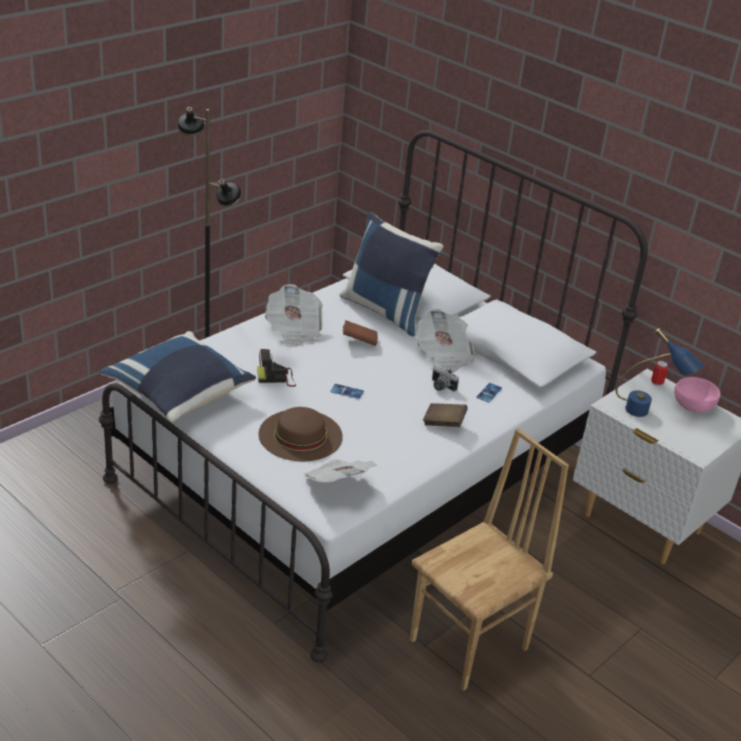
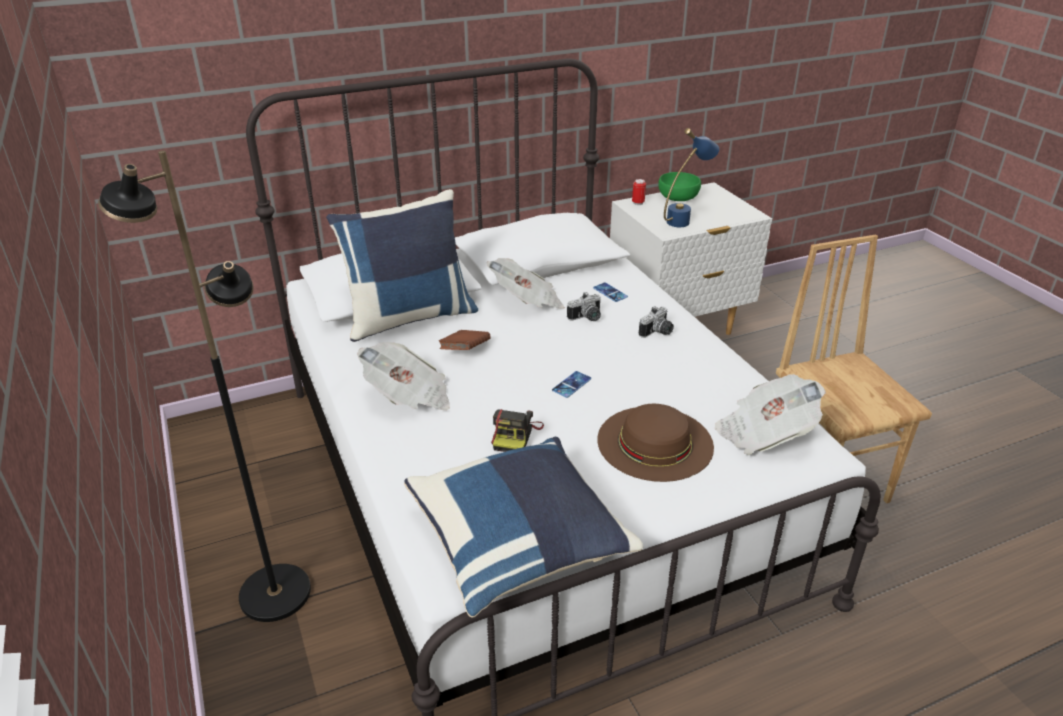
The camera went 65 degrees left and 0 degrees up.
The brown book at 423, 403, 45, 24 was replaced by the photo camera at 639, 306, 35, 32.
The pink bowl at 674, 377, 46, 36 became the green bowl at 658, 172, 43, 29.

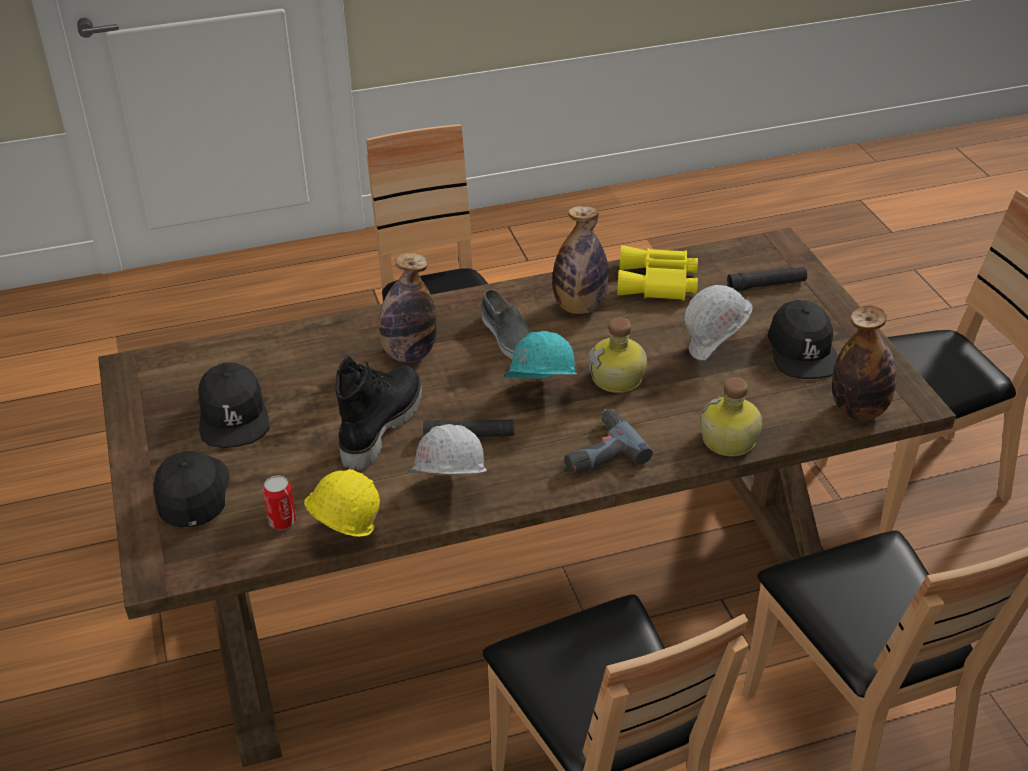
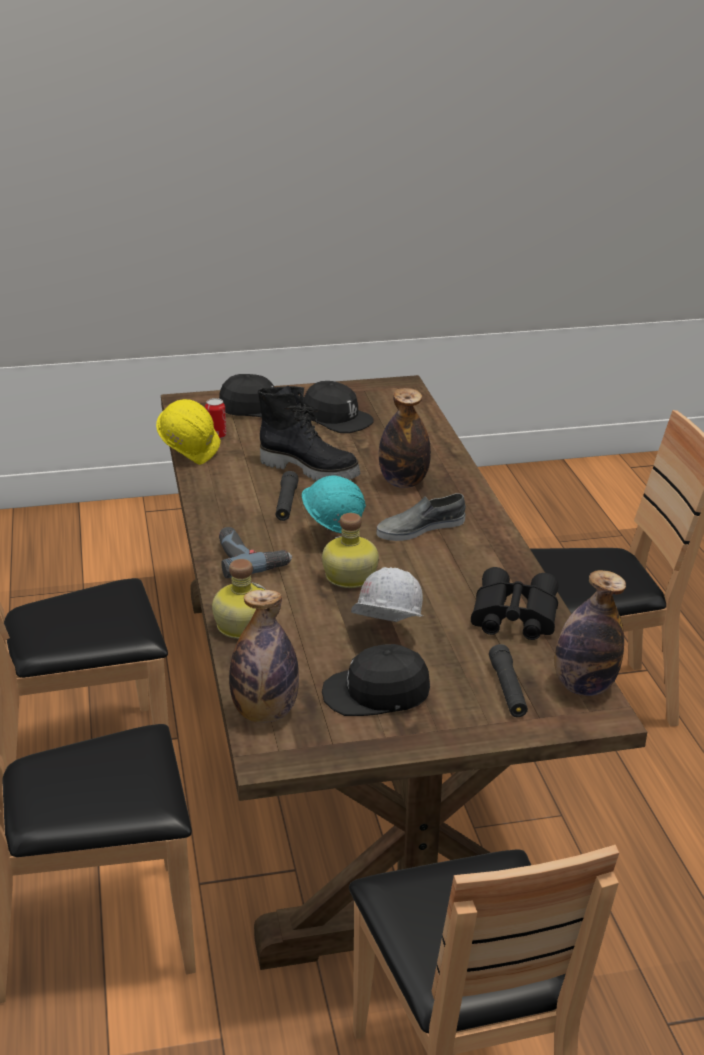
The camera went 95 degrees right and 10 degrees down.
The white hard hat at 407, 424, 80, 50 disappeared.
The bottle moved from 552, 206, 57, 108 to 554, 570, 72, 126.
The yellow binoculars at 617, 245, 81, 56 became the black binoculars at 471, 567, 88, 73.
The black cap at 198, 362, 72, 86 turned 135 degrees counterclockwise.

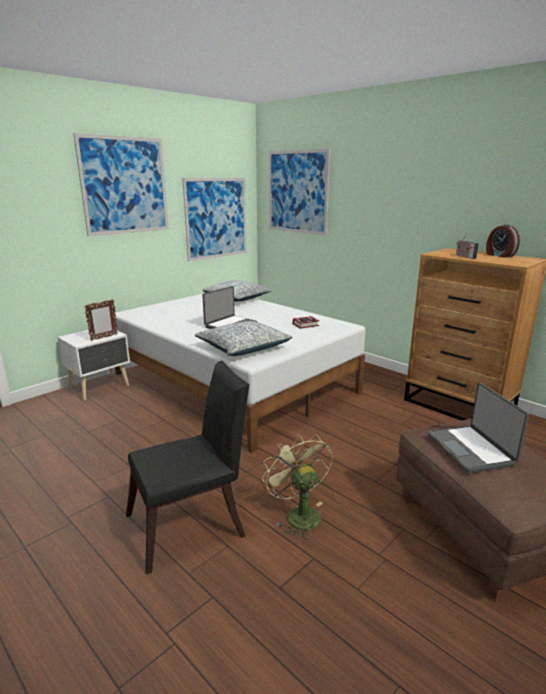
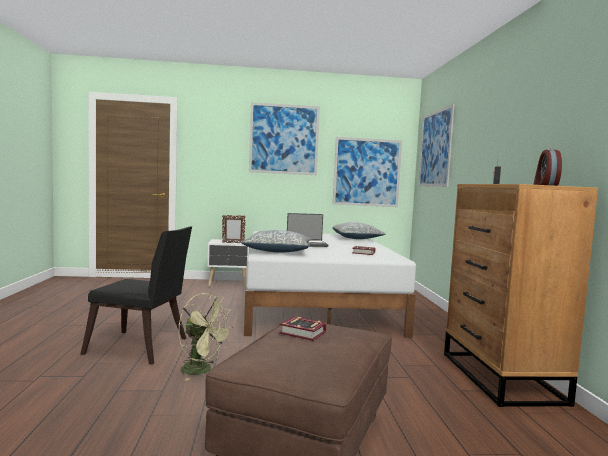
The camera went 40 degrees right and 15 degrees down.
The laptop at 428, 382, 101, 91 was replaced by the book at 279, 316, 48, 25.
The green fan at 262, 434, 71, 105 turned 105 degrees clockwise.

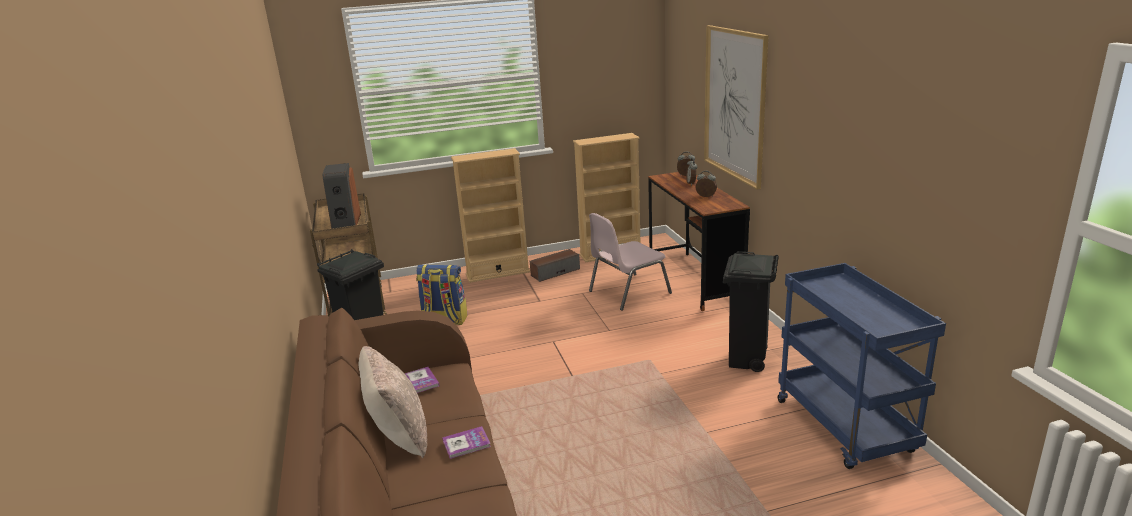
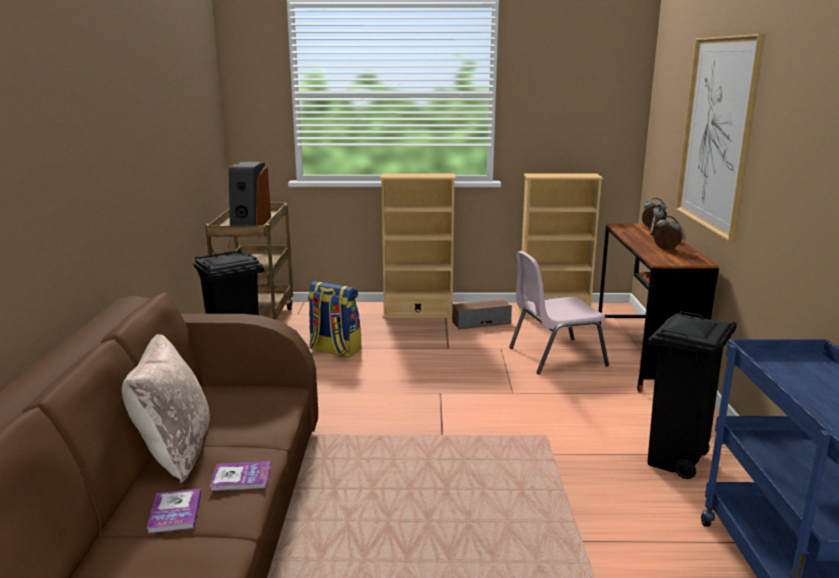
The camera went 15 degrees right and 5 degrees down.
The book moved from 405, 367, 34, 26 to 147, 489, 54, 45.

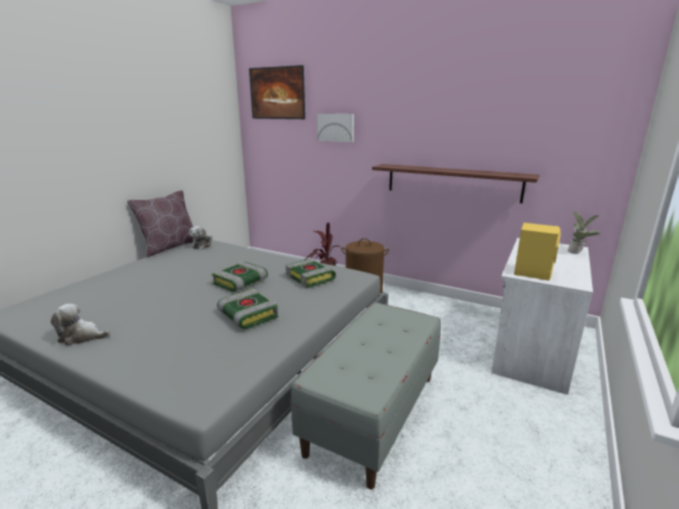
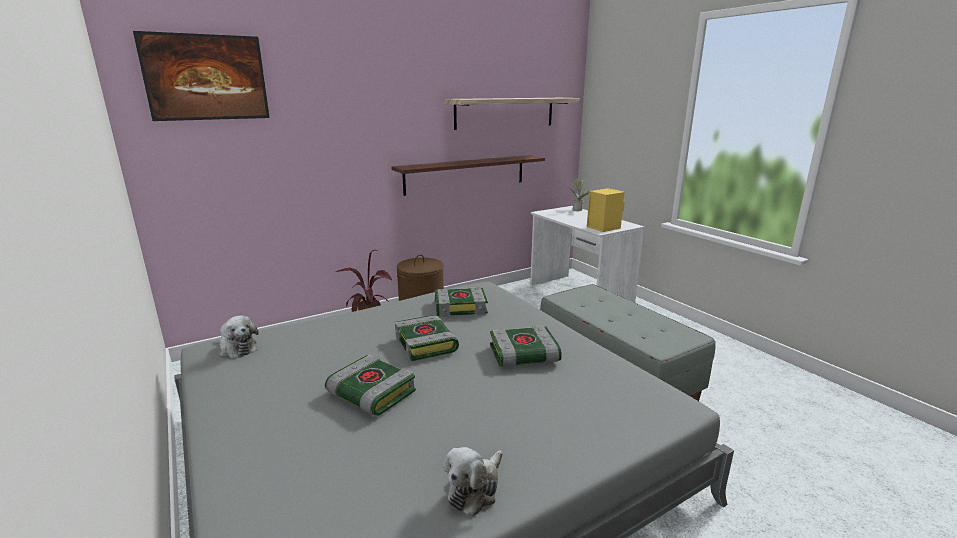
The camera went 60 degrees left and 0 degrees up.
The brown pillow at 127, 190, 67, 67 disappeared.
The picture at 317, 114, 37, 28 disappeared.
The book at 325, 354, 91, 62 appeared.
The shelf at 444, 98, 136, 32 appeared.

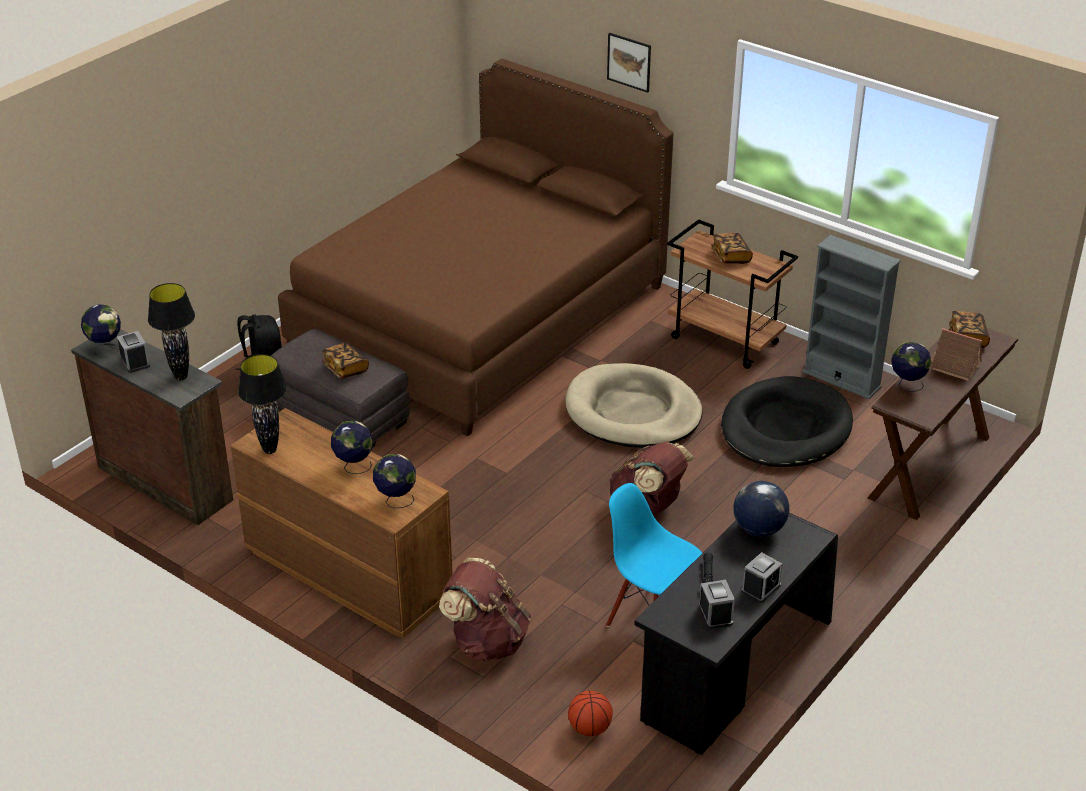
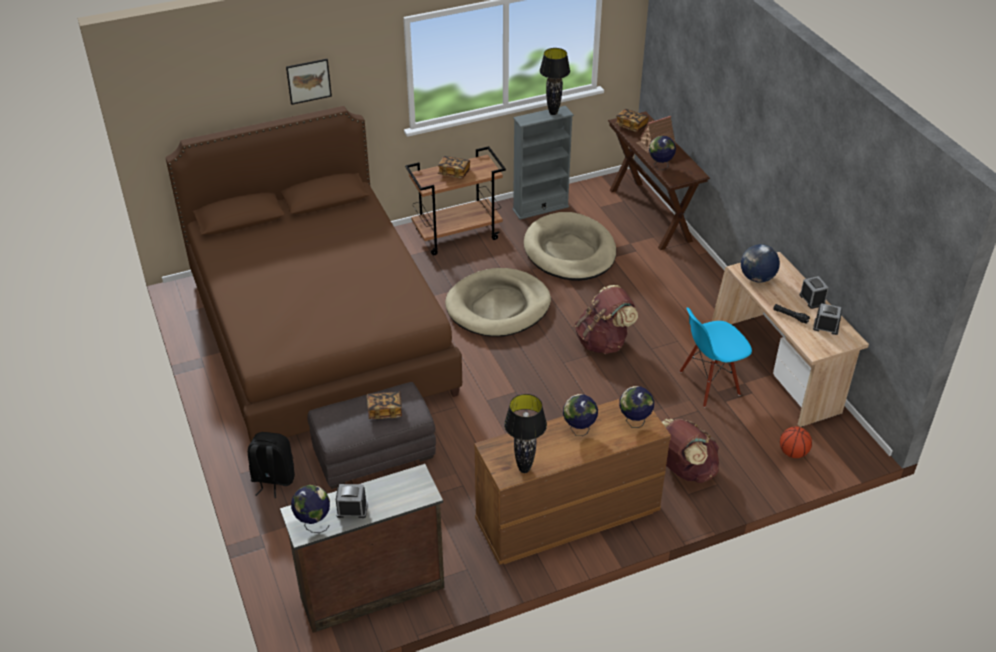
The camera went 60 degrees left and 5 degrees up.
The black table lamp moved from 148, 283, 47, 97 to 540, 48, 30, 67.
The black desk at 634, 513, 204, 242 became the beige desk at 711, 252, 158, 175.
The black dog bed at 721, 376, 132, 91 became the beige dog bed at 524, 212, 92, 69.

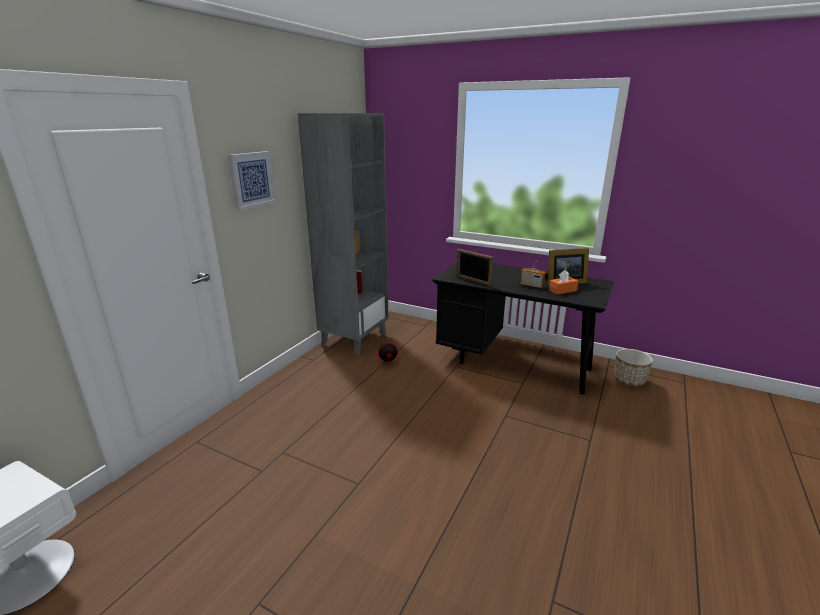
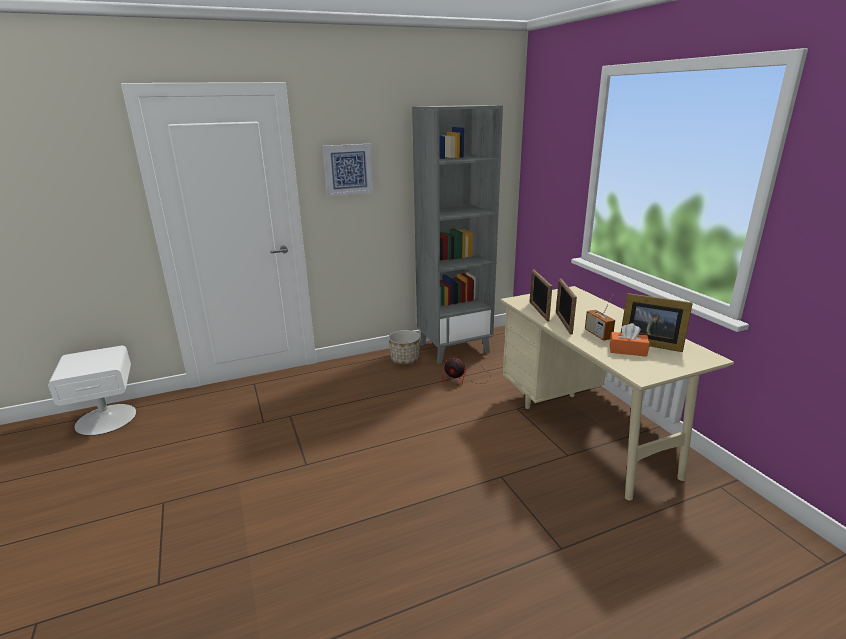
The camera went 40 degrees right and 0 degrees up.
The picture frame at 556, 279, 21, 55 appeared.
The planter moved from 614, 349, 39, 37 to 388, 330, 32, 34.
The black desk at 432, 262, 182, 132 became the beige desk at 500, 286, 234, 215.

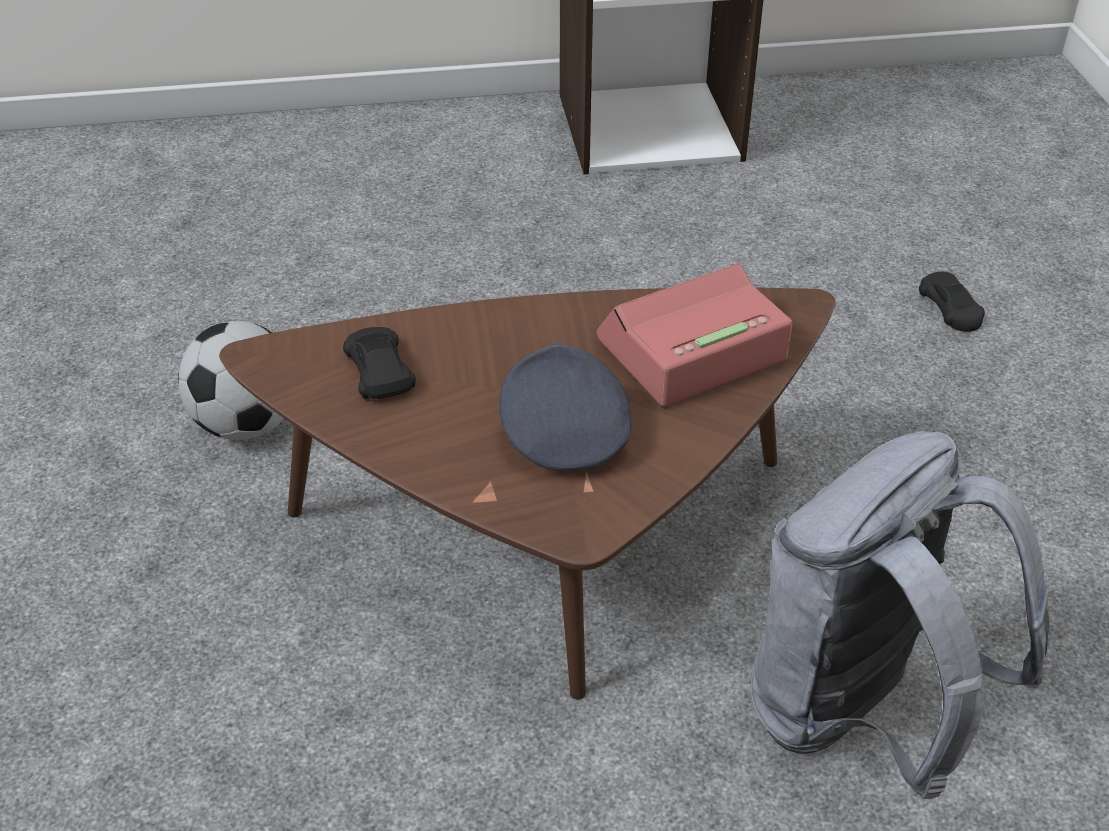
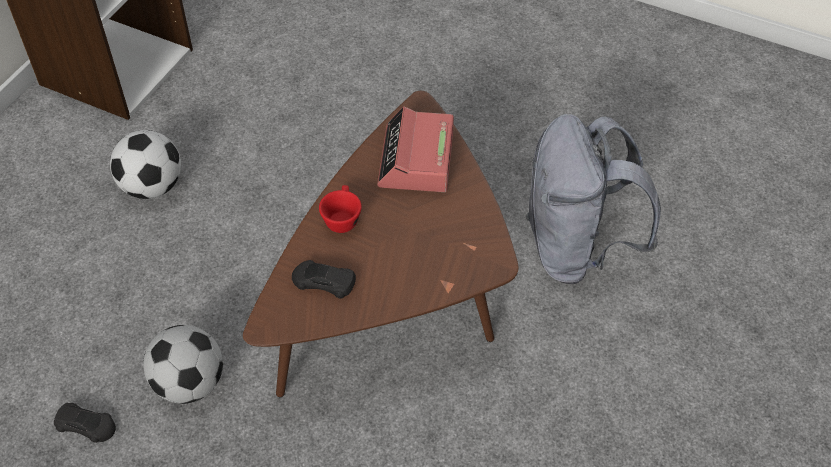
The camera went 55 degrees left and 10 degrees up.
The grey cap at 499, 344, 132, 127 disappeared.
The football at 110, 130, 71, 69 appeared.
The red cup at 319, 185, 43, 48 appeared.
The black toy car moved from 919, 272, 66, 60 to 54, 403, 62, 40.

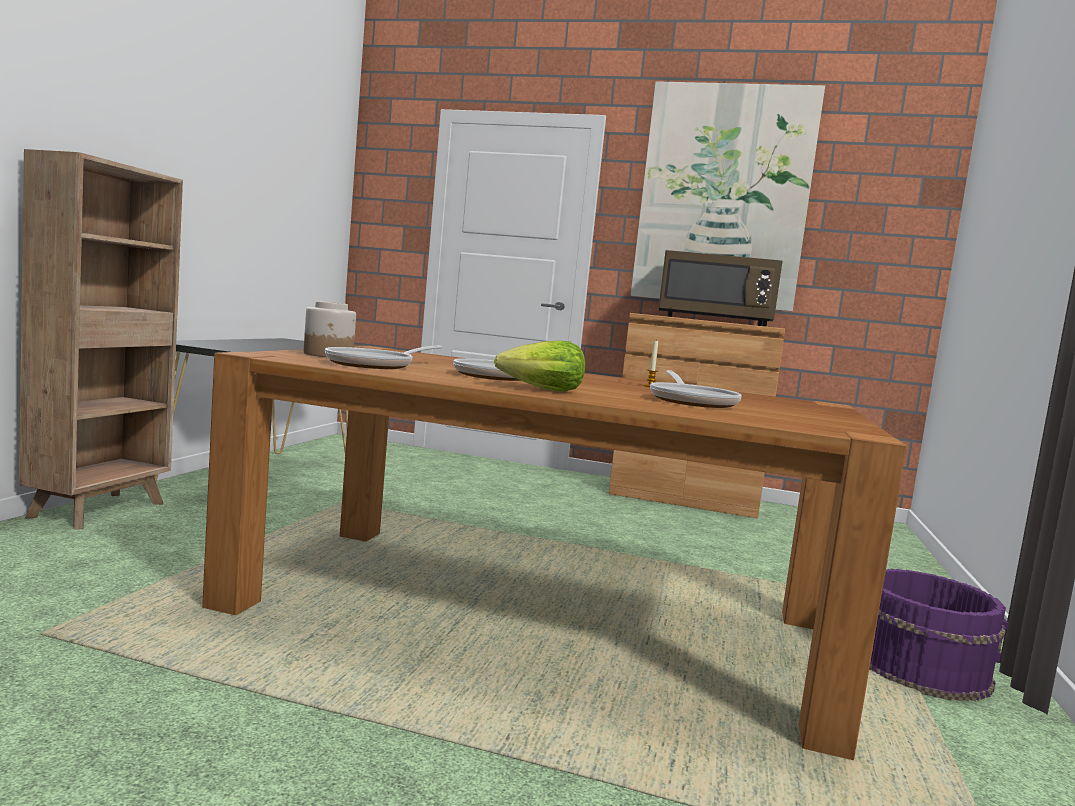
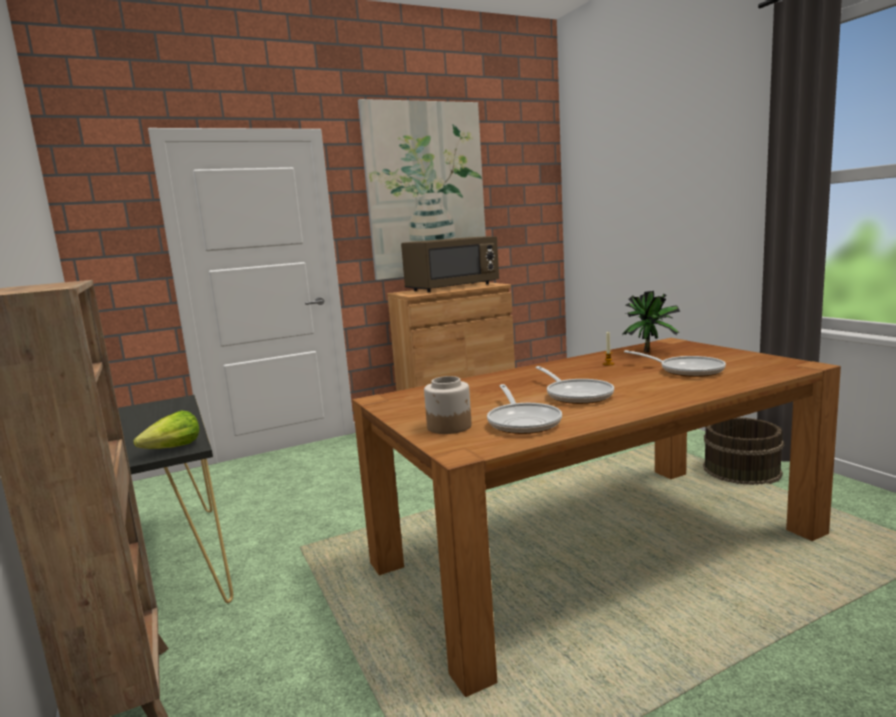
The camera went 40 degrees left and 5 degrees up.
The potted plant at 622, 291, 58, 61 appeared.
The lettuce moved from 494, 341, 91, 51 to 133, 411, 66, 38.
The purple bucket at 869, 569, 139, 132 became the brown bucket at 703, 417, 81, 68.

